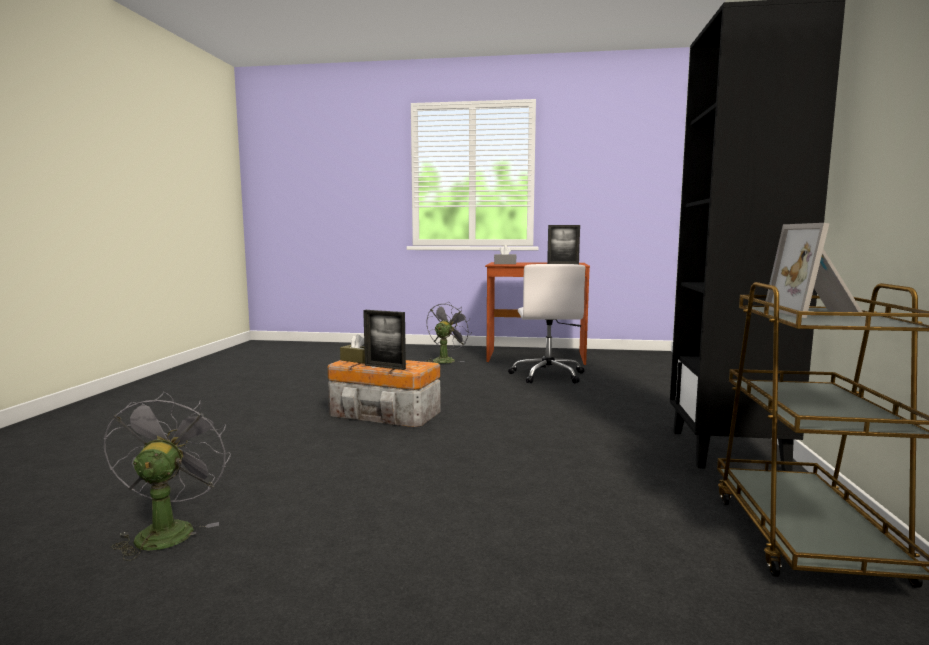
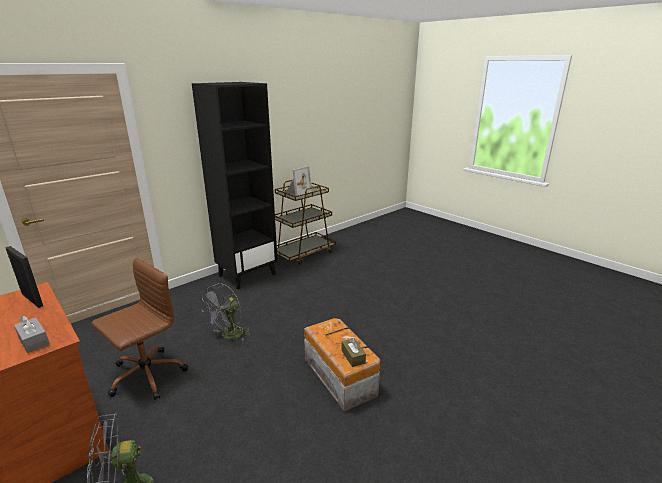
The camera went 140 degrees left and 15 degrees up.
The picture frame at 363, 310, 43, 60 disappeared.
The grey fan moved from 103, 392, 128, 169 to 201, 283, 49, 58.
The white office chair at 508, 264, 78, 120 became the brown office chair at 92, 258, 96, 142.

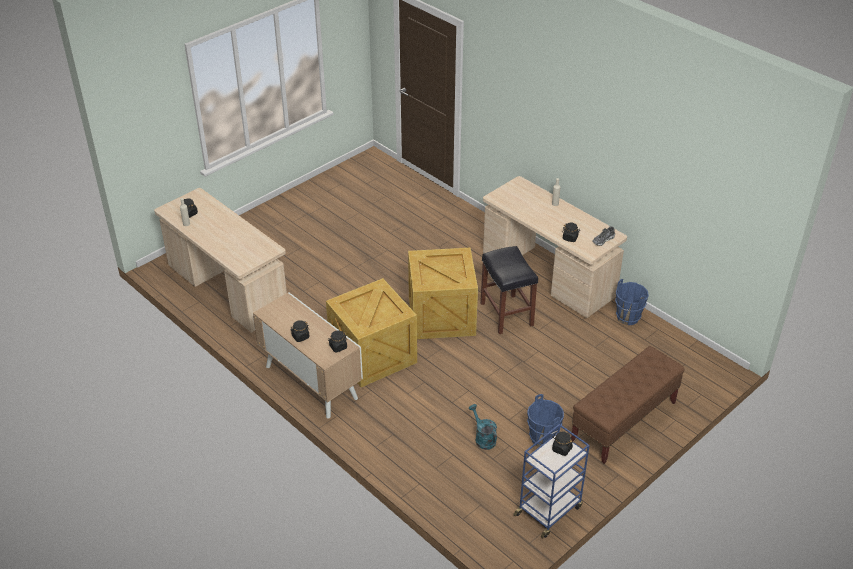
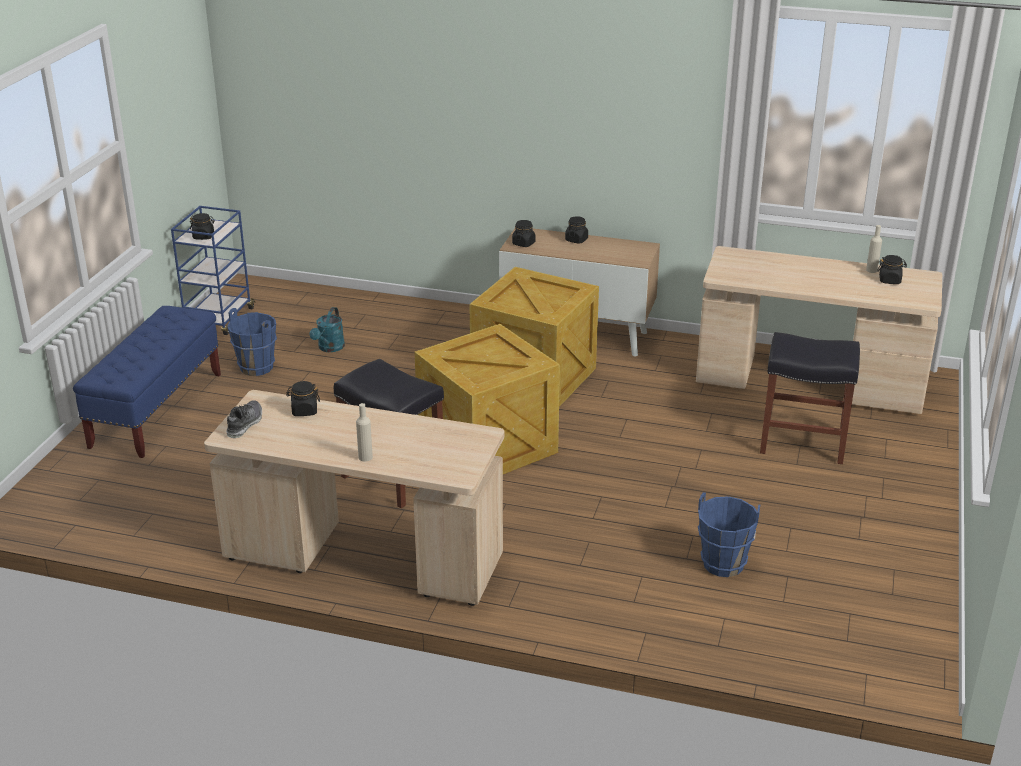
The camera went 150 degrees right and 10 degrees down.
The black stool at 760, 332, 100, 132 appeared.
The blue bucket moved from 615, 279, 34, 46 to 698, 492, 62, 85.
The brown bench at 571, 346, 113, 118 became the blue bench at 73, 306, 148, 152.
The turquoise watering can at 469, 404, 28, 46 turned 75 degrees clockwise.

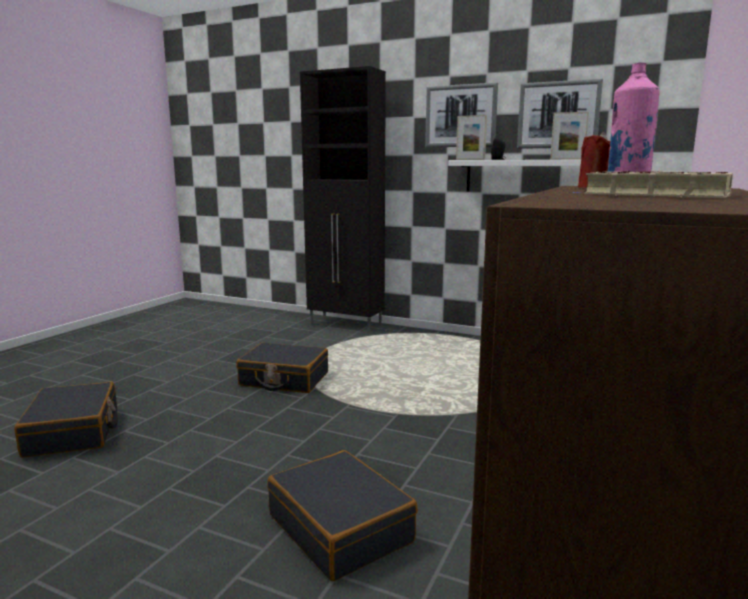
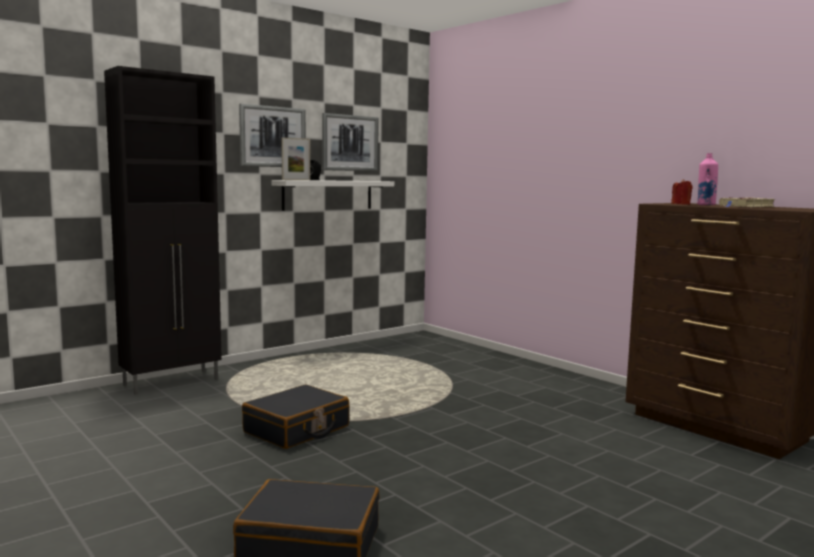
The camera went 65 degrees left and 5 degrees down.
The black suitcase at 267, 450, 151, 131 disappeared.
The picture frame at 550, 112, 39, 48 disappeared.

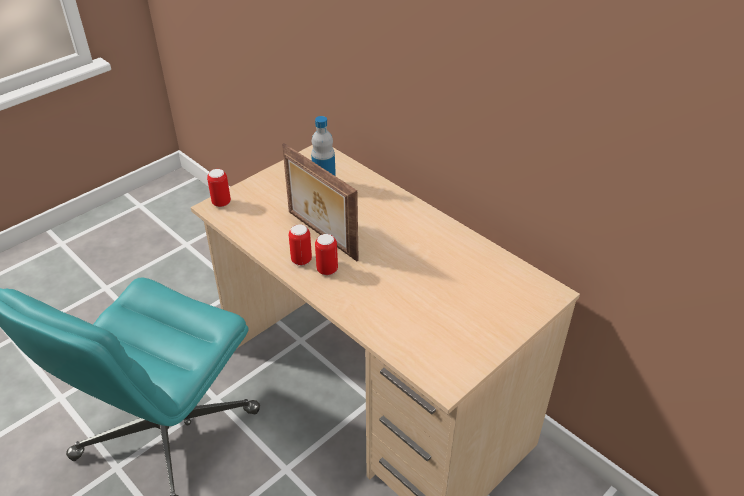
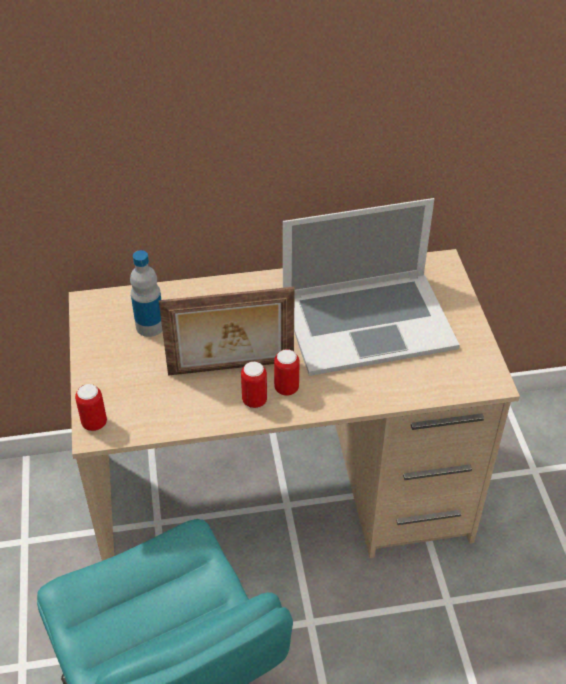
The camera went 55 degrees left and 5 degrees up.
The laptop at 283, 198, 177, 178 appeared.

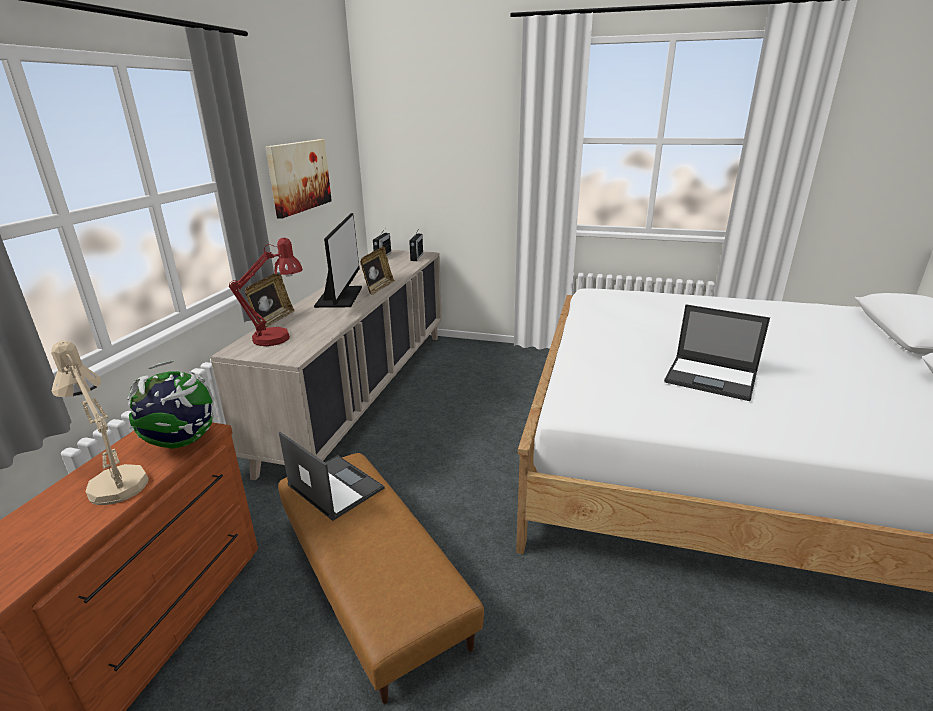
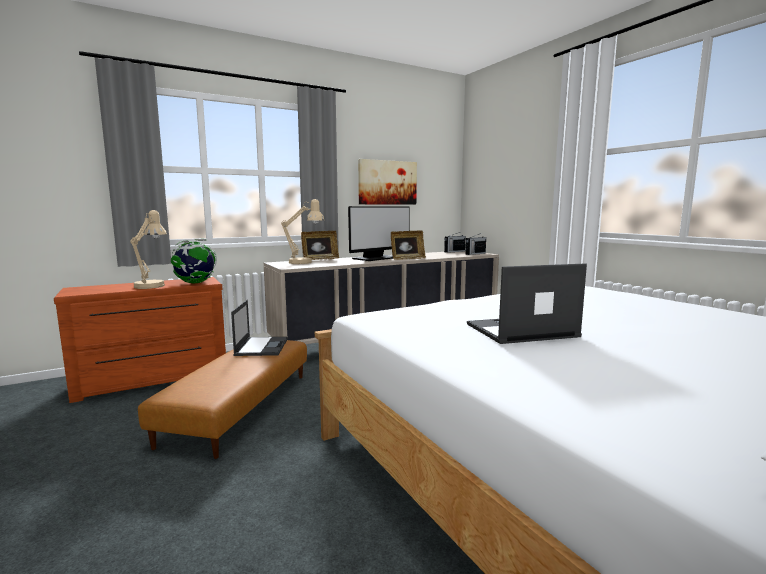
The camera went 45 degrees right and 15 degrees down.
The red table lamp at 229, 238, 74, 108 became the beige table lamp at 281, 199, 43, 65.
The laptop at 664, 304, 106, 97 turned 90 degrees clockwise.

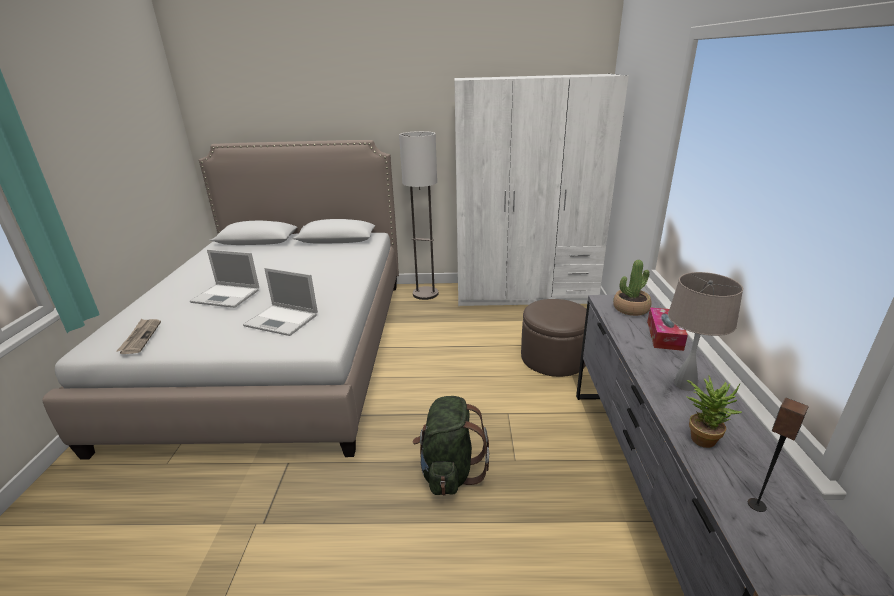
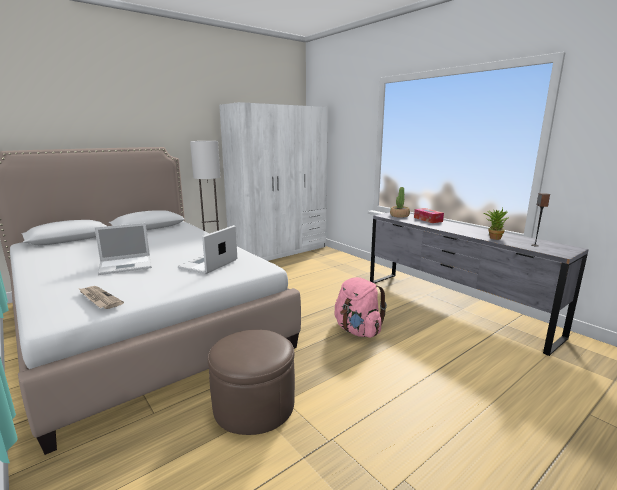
The camera went 40 degrees left and 10 degrees down.
The beige table lamp at 668, 272, 75, 119 disappeared.
The brown ottoman moved from 521, 299, 66, 78 to 208, 329, 87, 106.
The green backpack at 413, 396, 76, 100 became the pink backpack at 334, 277, 53, 61.
The laptop at 243, 268, 75, 68 turned 135 degrees clockwise.

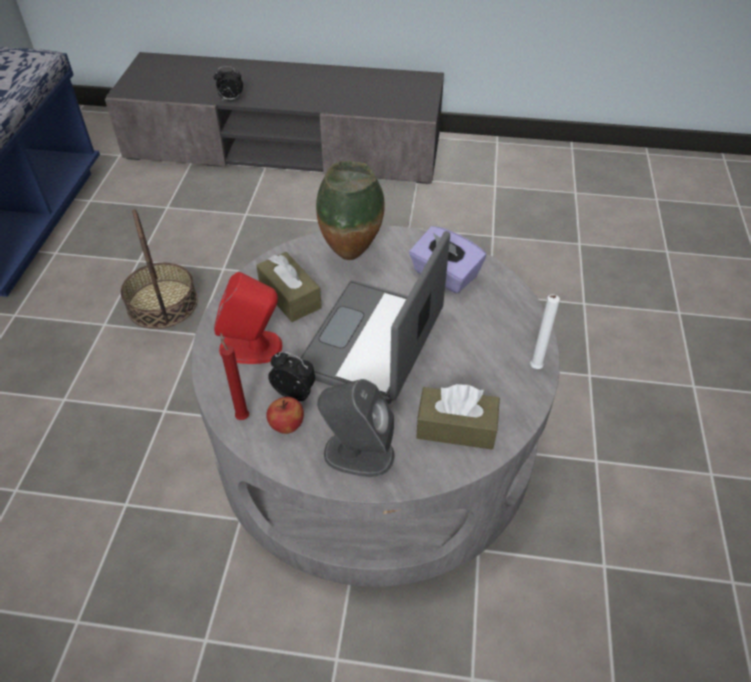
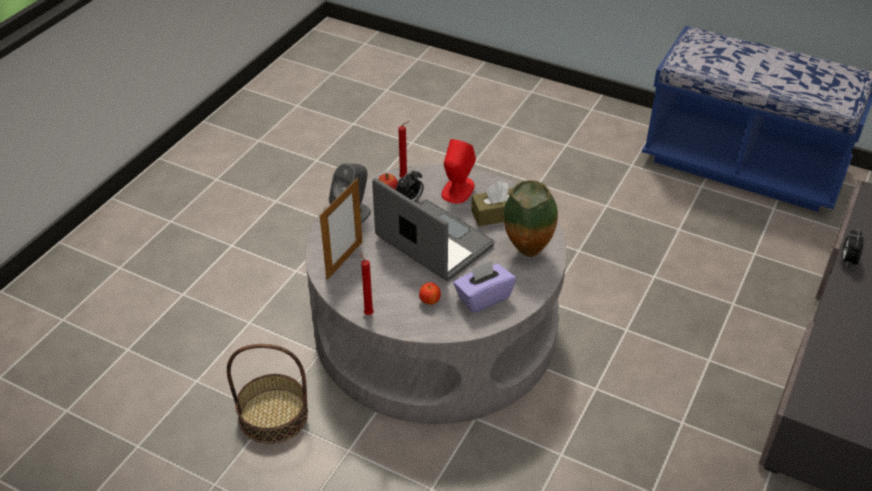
The camera went 110 degrees right and 5 degrees down.
The apple at 419, 282, 22, 23 appeared.
The basket moved from 121, 209, 77, 120 to 227, 344, 81, 100.
The brown tissue box at 416, 384, 84, 66 was replaced by the picture frame at 320, 178, 42, 102.
The white candle at 530, 295, 30, 74 became the red candle at 360, 251, 14, 64.

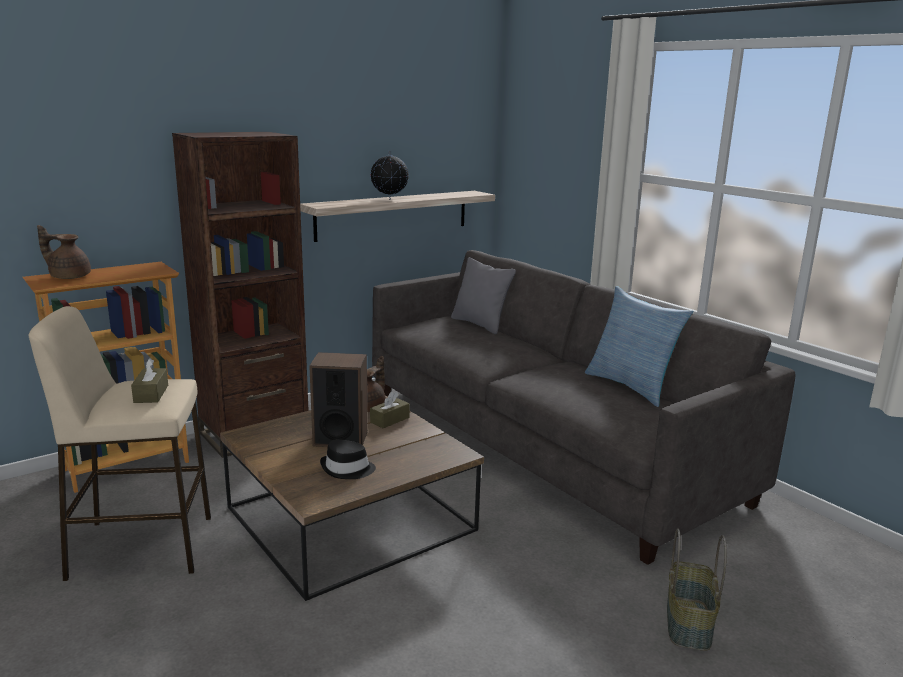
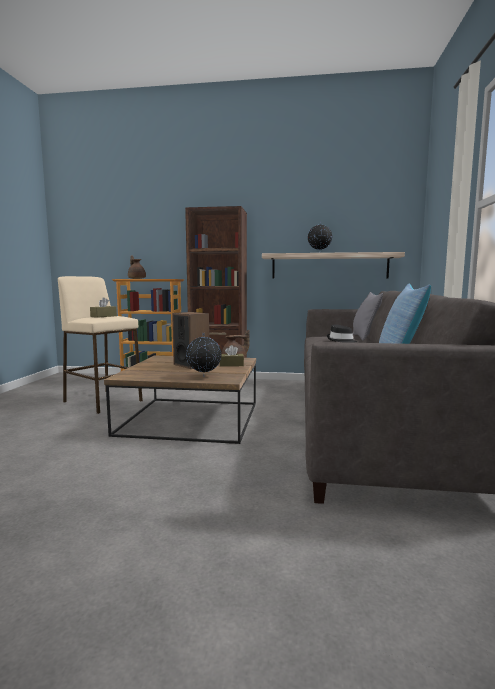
The camera went 45 degrees right and 10 degrees down.
The basket at 667, 528, 60, 123 disappeared.
The globe at 186, 333, 36, 44 appeared.
The black hat moved from 320, 439, 56, 40 to 327, 324, 30, 19.

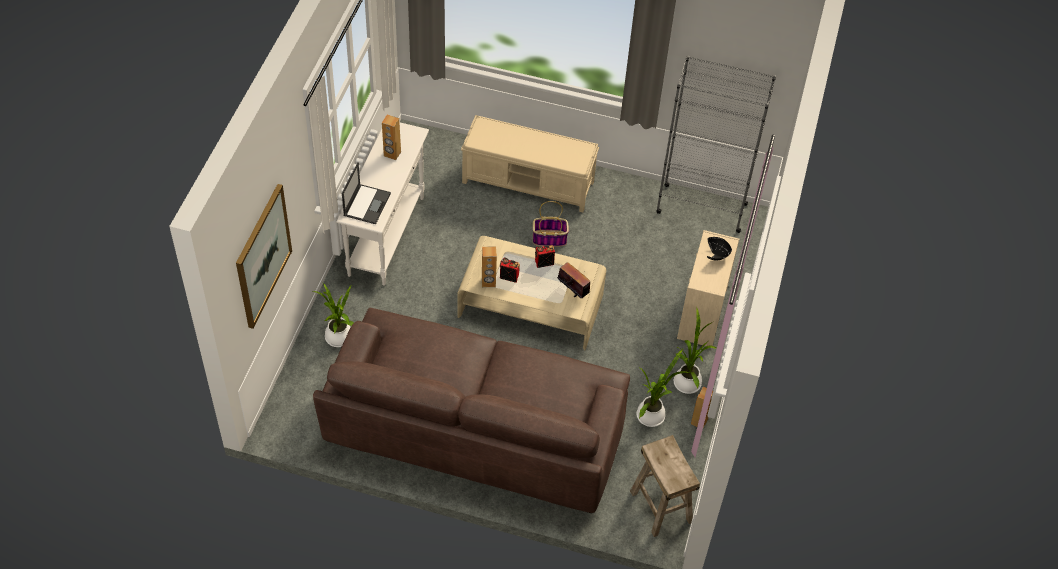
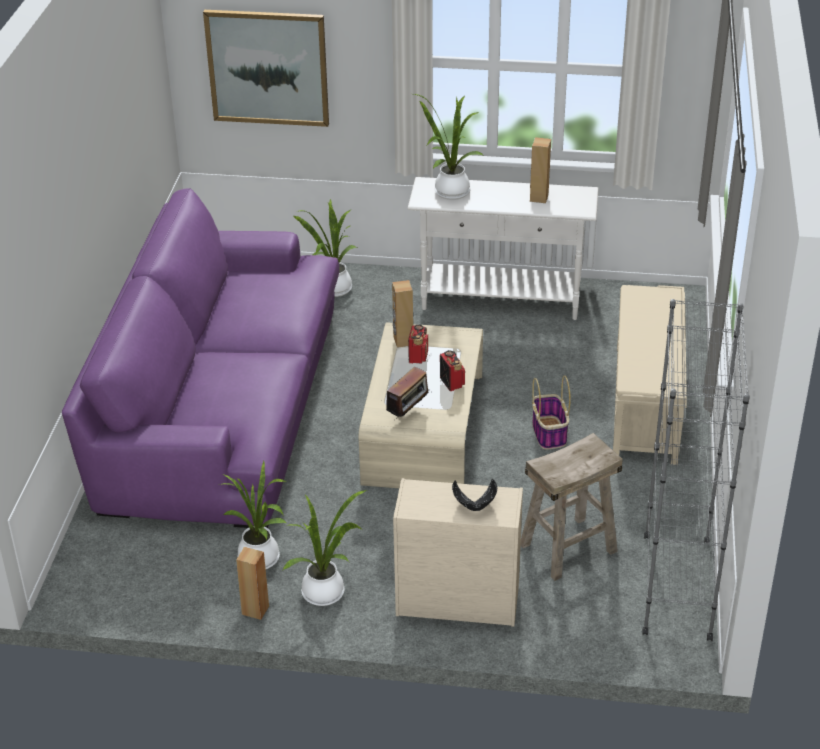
The camera went 85 degrees right and 15 degrees down.
The beige stool moved from 630, 435, 70, 102 to 521, 433, 102, 148.
The laptop at 342, 162, 49, 62 was replaced by the potted plant at 414, 94, 70, 106.
The brown sofa at 313, 308, 317, 205 became the purple sofa at 62, 188, 277, 340.

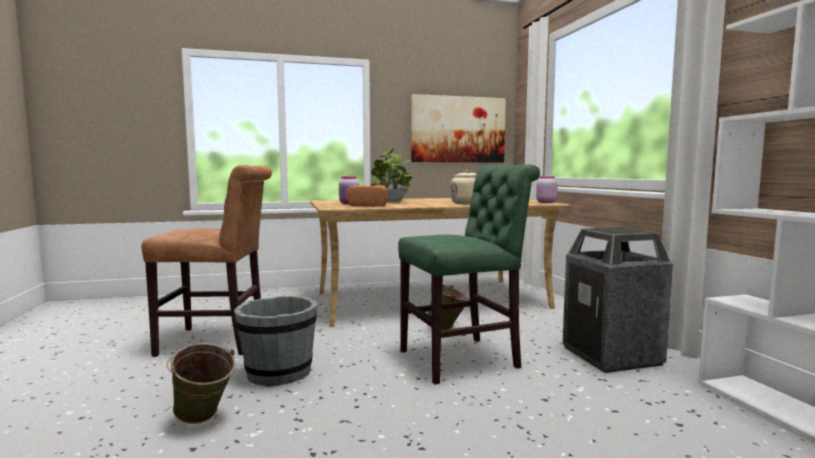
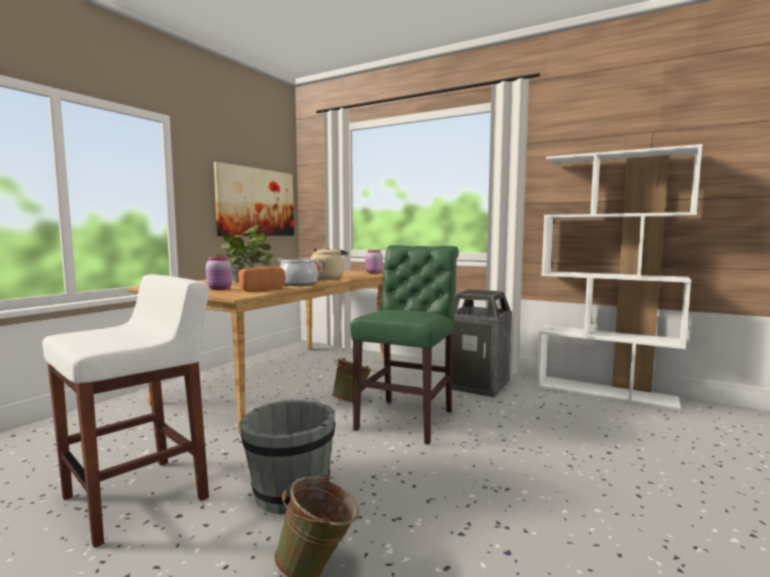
The camera went 45 degrees left and 0 degrees up.
The cooking pot at 277, 258, 41, 28 appeared.
The brown chair at 142, 165, 130, 192 was replaced by the white stool at 42, 274, 167, 274.

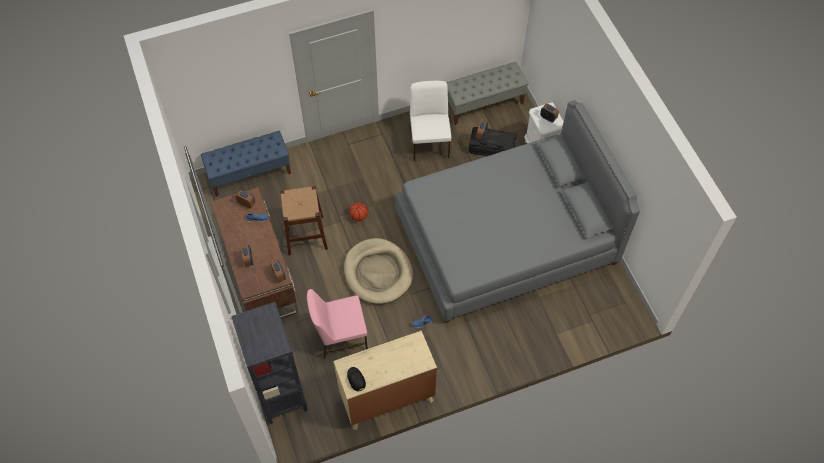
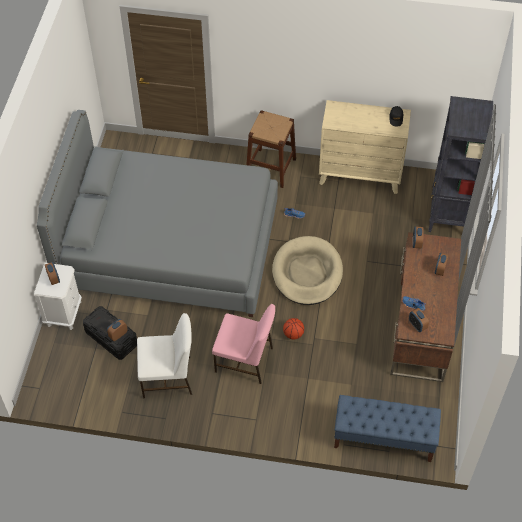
The camera went 150 degrees left and 5 degrees down.
The grey bench at 446, 62, 82, 63 disappeared.
The brown stool moved from 280, 186, 48, 69 to 246, 110, 50, 78.
The pink chair moved from 307, 289, 61, 70 to 212, 304, 63, 80.
The white chair at 410, 81, 41, 80 turned 120 degrees counterclockwise.

